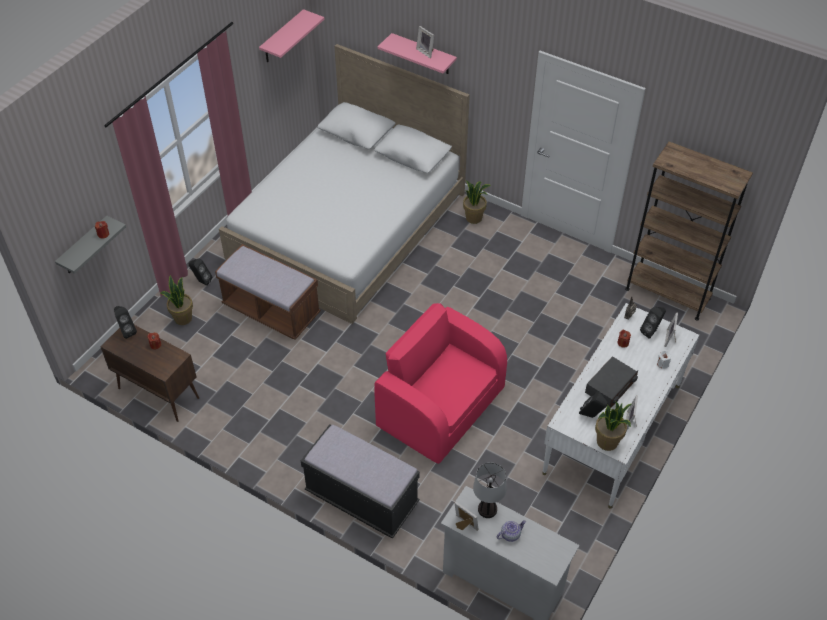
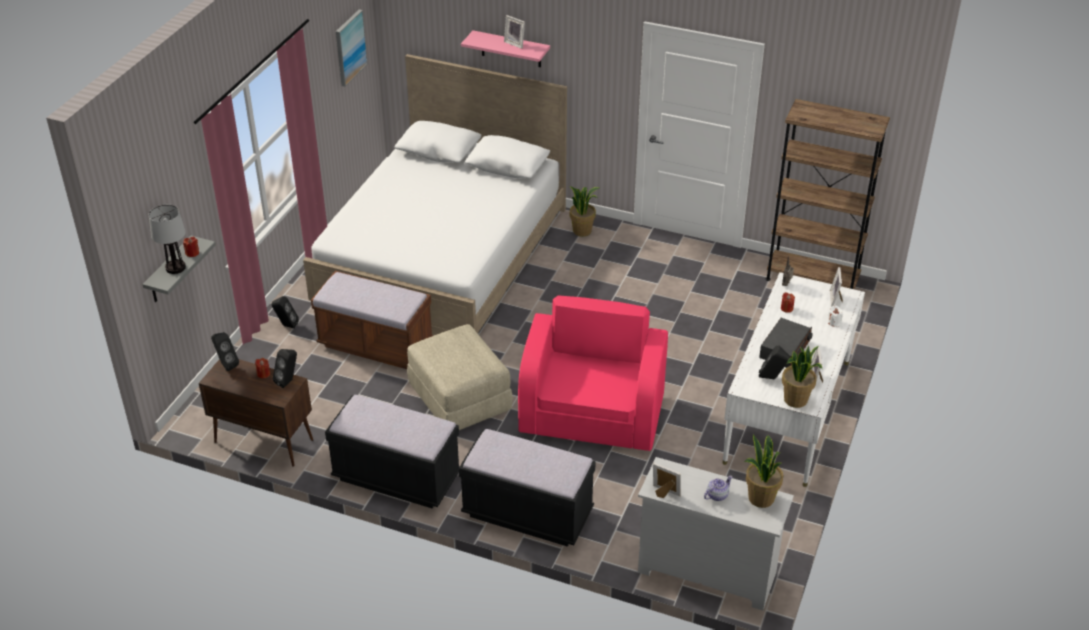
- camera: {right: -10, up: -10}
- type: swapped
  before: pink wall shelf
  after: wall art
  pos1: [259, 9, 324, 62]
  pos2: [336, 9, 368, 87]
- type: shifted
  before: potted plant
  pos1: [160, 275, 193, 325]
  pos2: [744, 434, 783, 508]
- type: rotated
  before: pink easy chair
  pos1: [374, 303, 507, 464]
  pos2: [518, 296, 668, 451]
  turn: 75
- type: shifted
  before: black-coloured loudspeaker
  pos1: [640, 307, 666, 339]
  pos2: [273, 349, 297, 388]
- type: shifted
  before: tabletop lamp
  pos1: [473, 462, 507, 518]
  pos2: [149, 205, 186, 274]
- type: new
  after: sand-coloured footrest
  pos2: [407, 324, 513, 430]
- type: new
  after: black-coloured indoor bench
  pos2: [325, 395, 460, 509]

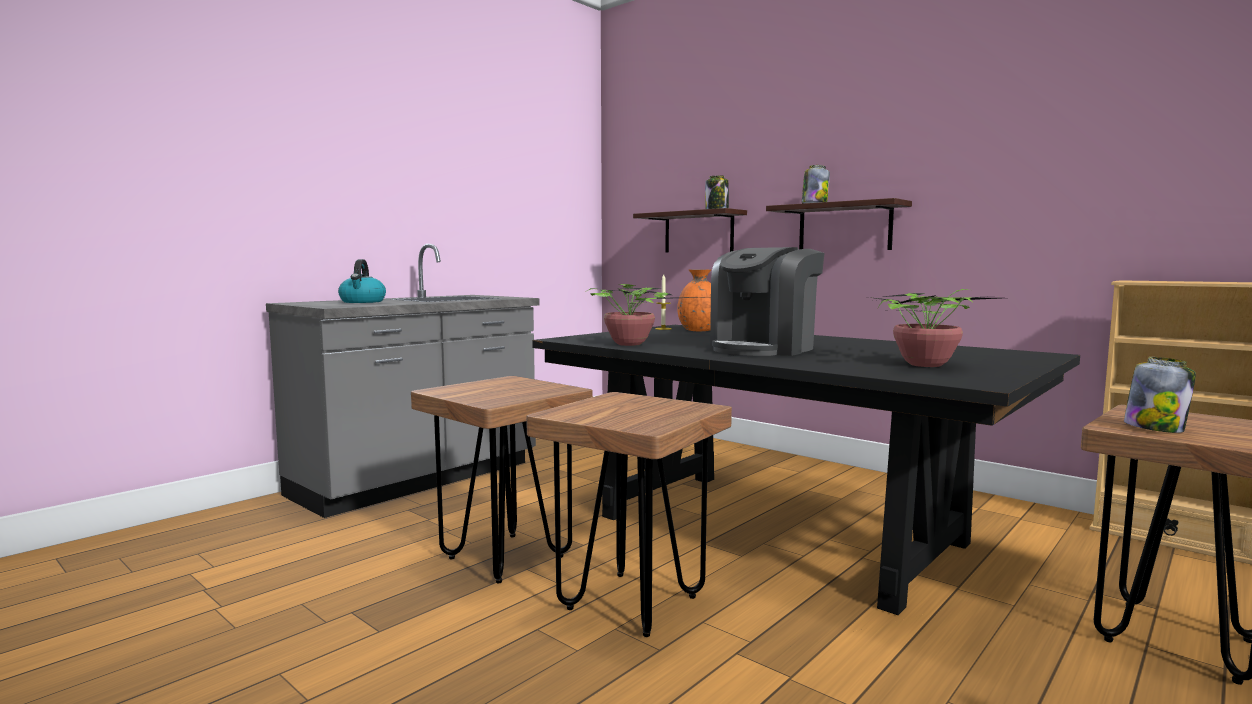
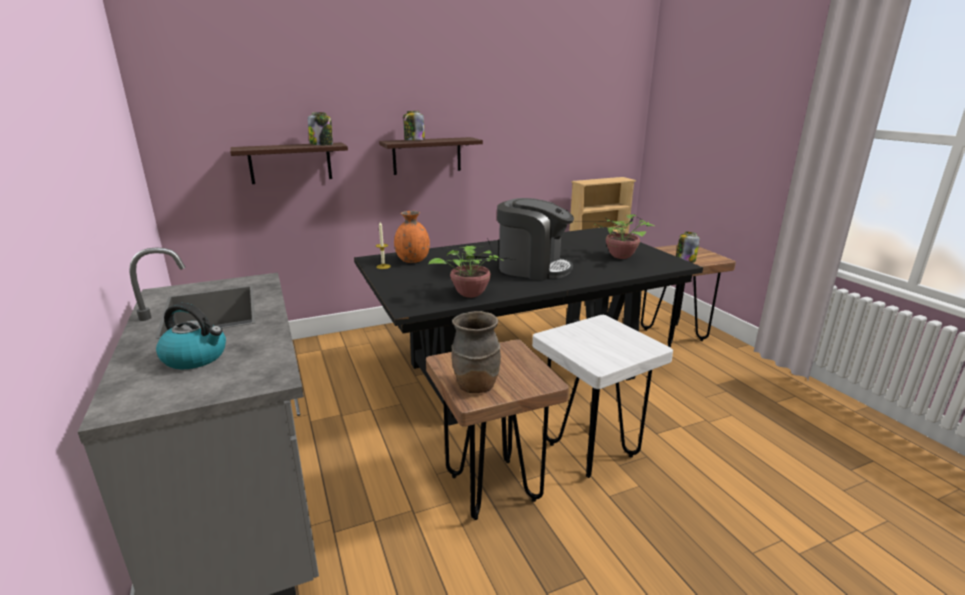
- camera: {right: -65, up: 15}
- type: rotated
  before: coffee maker
  pos1: [710, 247, 825, 356]
  pos2: [497, 198, 574, 280]
  turn: -45
- type: repainted
  before: brownish stool seat
  after: whitish stool seat
  pos1: [526, 392, 732, 637]
  pos2: [532, 315, 673, 478]
- type: new
  after: brownish decorative vase
  pos2: [451, 311, 501, 393]

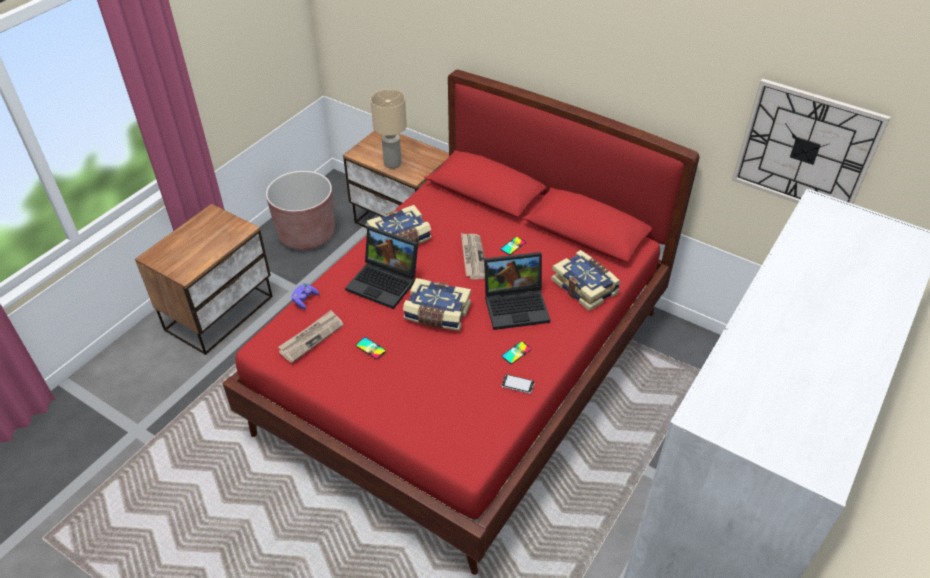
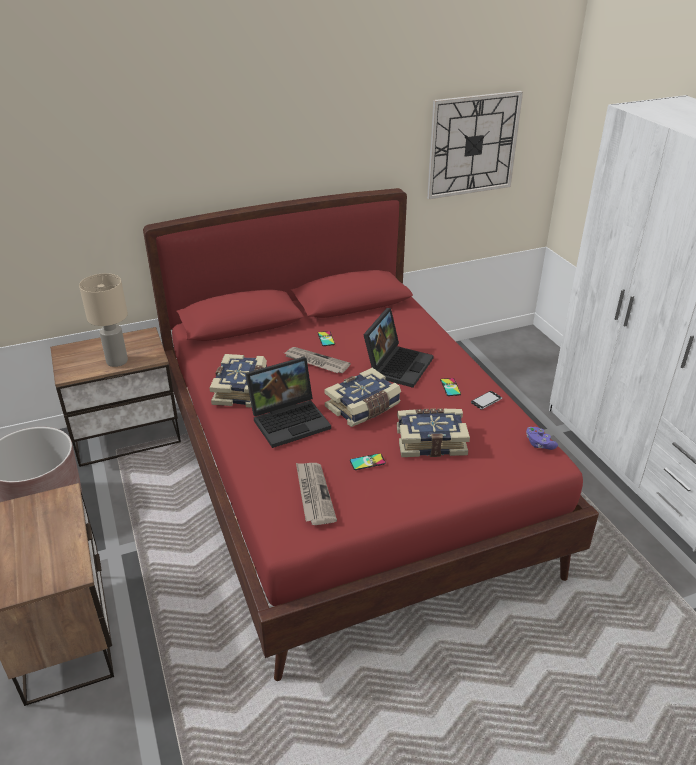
- camera: {right: -55, up: -10}
- type: shifted
  before: volume
  pos1: [551, 250, 621, 311]
  pos2: [397, 409, 470, 457]
- type: shifted
  before: purplish joypad
  pos1: [291, 283, 319, 309]
  pos2: [526, 427, 558, 450]

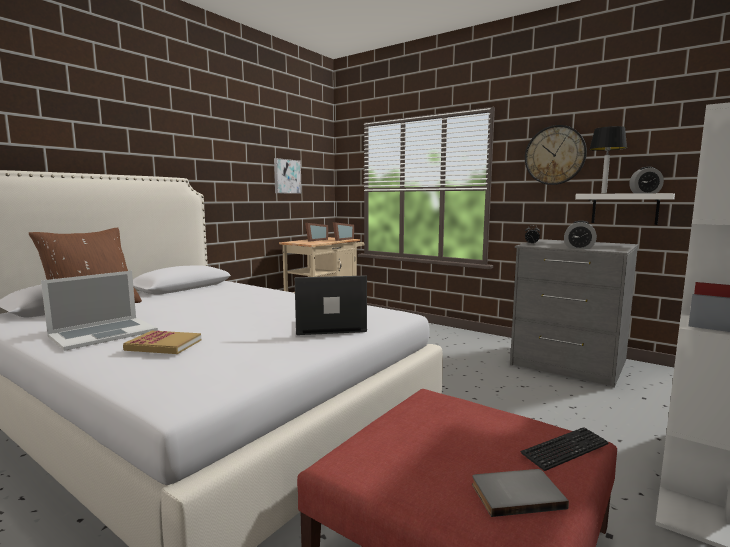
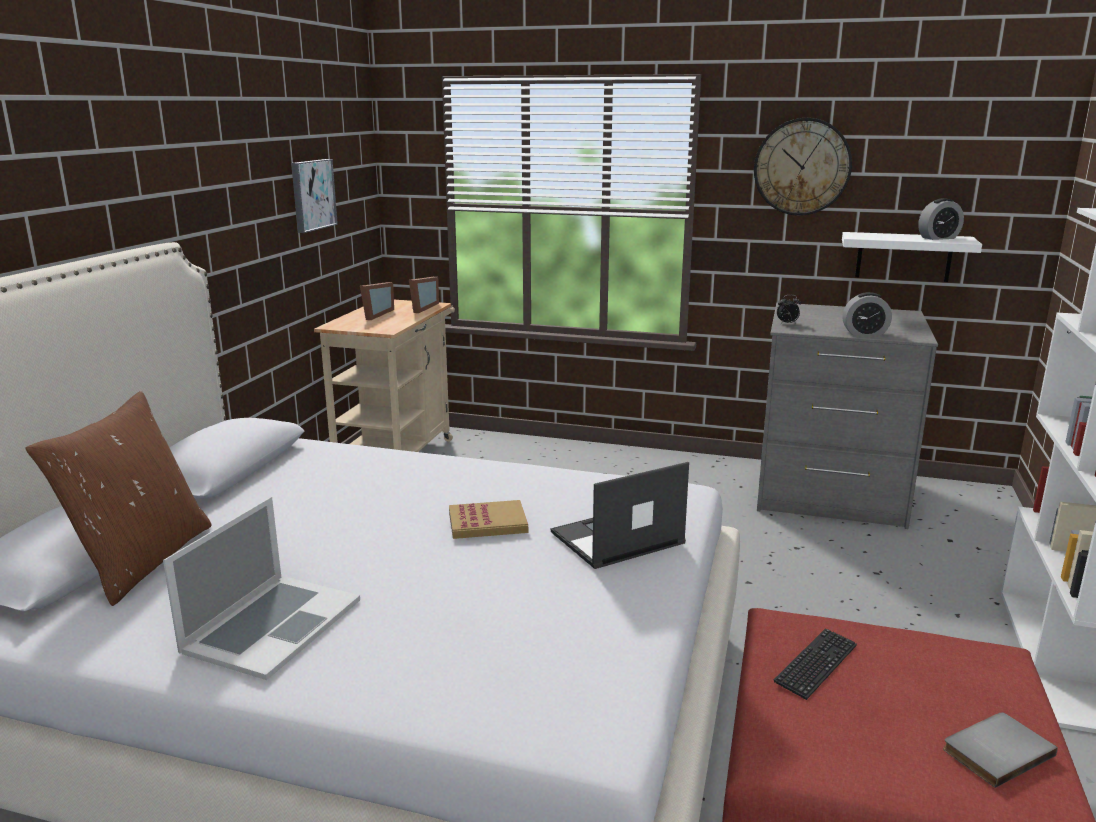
- camera: {right: -20, up: 10}
- type: gone
  before: tabletop lamp
  pos1: [589, 126, 627, 194]
- type: shifted
  before: volume
  pos1: [123, 331, 201, 354]
  pos2: [449, 500, 528, 539]
- type: shifted
  before: computer keyboard
  pos1: [521, 427, 609, 471]
  pos2: [773, 628, 857, 700]

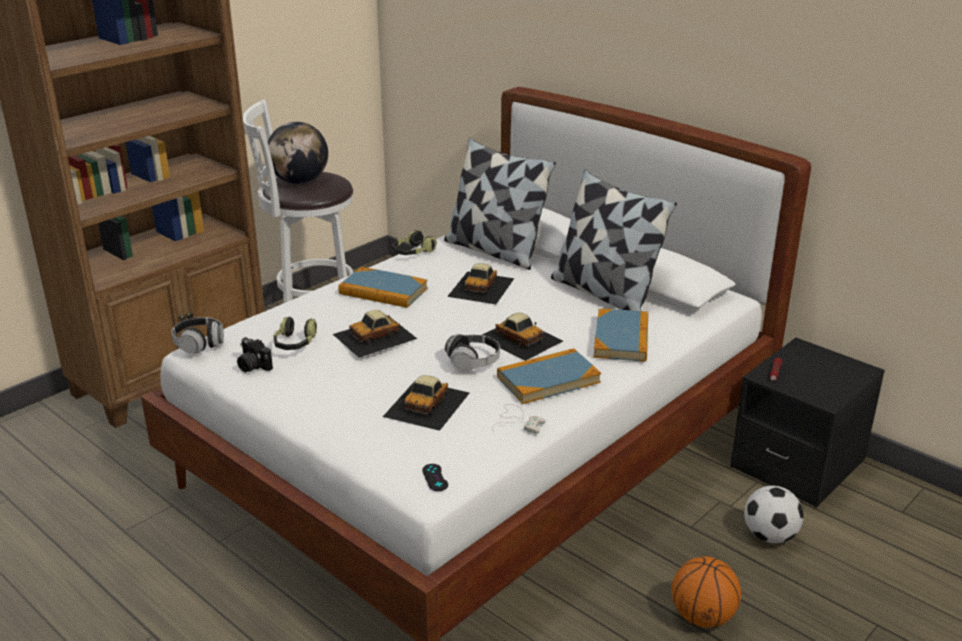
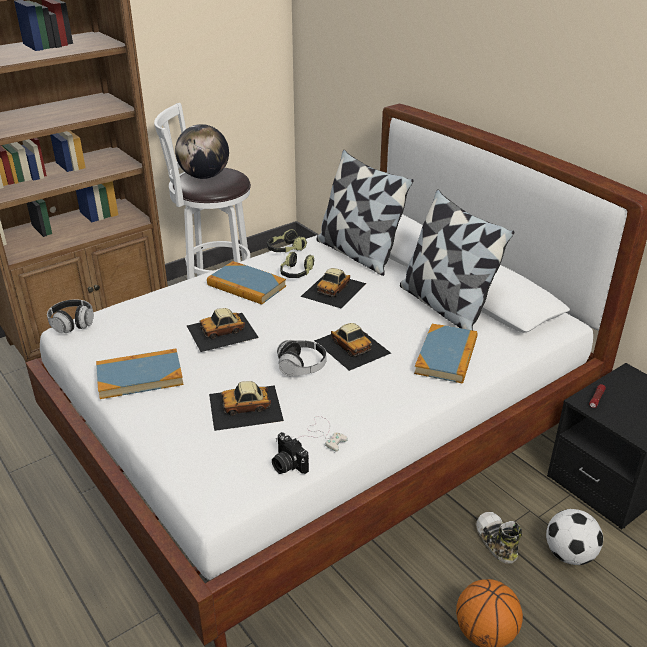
- camera: {right: 10, up: 5}
- type: shifted
  before: pair of headphones
  pos1: [274, 317, 317, 350]
  pos2: [280, 252, 314, 278]
- type: shifted
  before: still camera
  pos1: [237, 337, 273, 373]
  pos2: [272, 432, 309, 474]
- type: shifted
  before: volume
  pos1: [497, 348, 601, 404]
  pos2: [96, 349, 184, 399]
- type: rotated
  before: toy car
  pos1: [383, 375, 469, 431]
  pos2: [209, 381, 284, 431]
  turn: 45
- type: gone
  before: black-coloured joypad
  pos1: [422, 464, 448, 491]
- type: new
  after: shoe
  pos2: [476, 512, 522, 564]

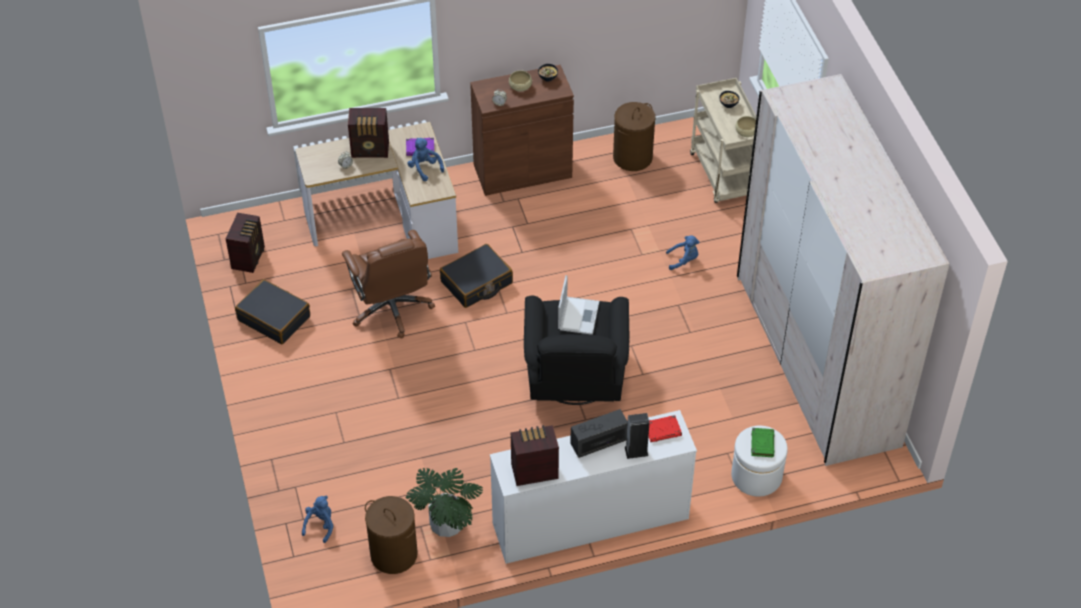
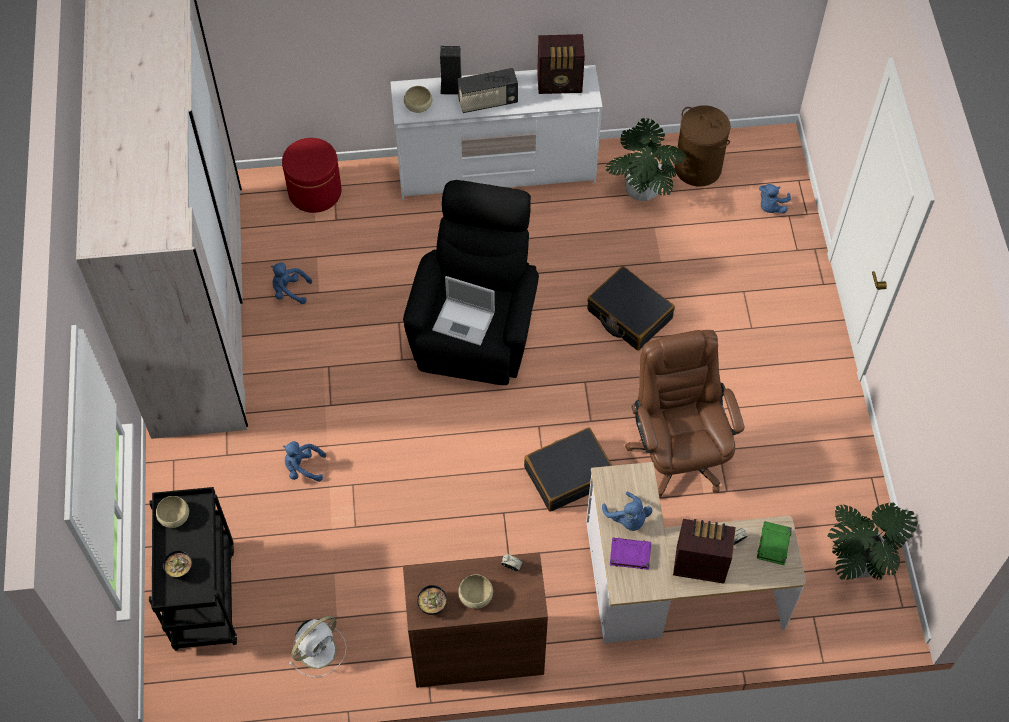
- camera: {right: -170, up: 10}
- type: repainted
  before: sand-coloured cart
  after: black-coloured cart
  pos1: [690, 78, 757, 203]
  pos2: [149, 487, 237, 651]
- type: swapped
  before: brownish laundry basket
  after: whitish cooling fan
  pos1: [613, 102, 656, 171]
  pos2: [288, 615, 347, 677]
- type: swapped
  before: radio set
  after: potted plant
  pos1: [226, 213, 265, 273]
  pos2: [827, 502, 918, 580]
- type: rotated
  before: portable computer
  pos1: [558, 275, 599, 335]
  pos2: [432, 276, 495, 345]
  turn: -90
- type: shifted
  before: black-coloured piece of luggage
  pos1: [235, 279, 310, 344]
  pos2: [587, 266, 675, 350]
- type: swapped
  before: red-coloured volume
  after: sand-coloured deep dish
  pos1: [649, 415, 682, 442]
  pos2: [404, 86, 432, 113]
- type: repainted
  before: whitish footrest
  after: red-coloured footrest
  pos1: [731, 426, 788, 497]
  pos2: [282, 138, 342, 213]
- type: shifted
  before: greenish volume
  pos1: [751, 428, 775, 457]
  pos2: [757, 522, 792, 565]
- type: new
  after: blue-coloured soft toy
  pos2: [271, 262, 312, 304]

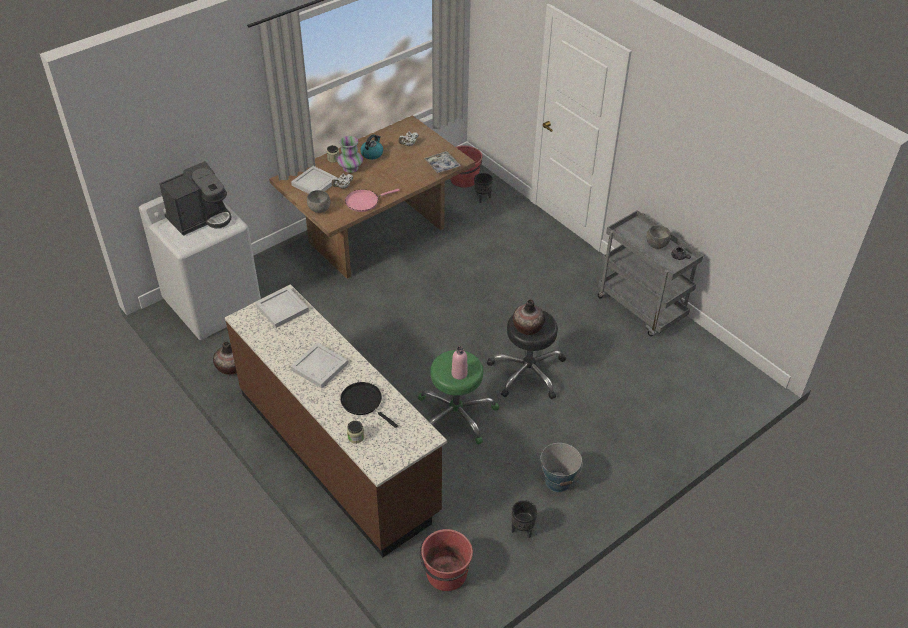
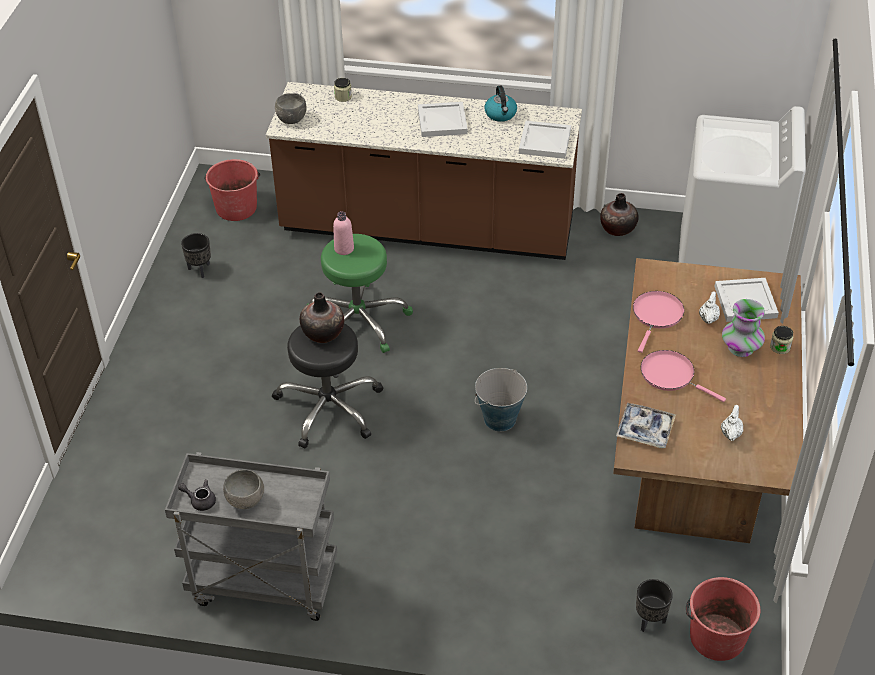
- camera: {right: 140, up: 0}
- type: shifted
  before: kettle
  pos1: [360, 134, 383, 160]
  pos2: [484, 85, 517, 122]
- type: gone
  before: coffee maker
  pos1: [159, 161, 231, 235]
- type: shifted
  before: gray deep dish
  pos1: [307, 190, 330, 213]
  pos2: [275, 93, 306, 124]
- type: gone
  before: black-coloured pan
  pos1: [340, 382, 398, 428]
- type: shifted
  before: water bucket
  pos1: [541, 443, 583, 492]
  pos2: [475, 368, 527, 431]
- type: new
  after: pink pan
  pos2: [641, 350, 726, 402]

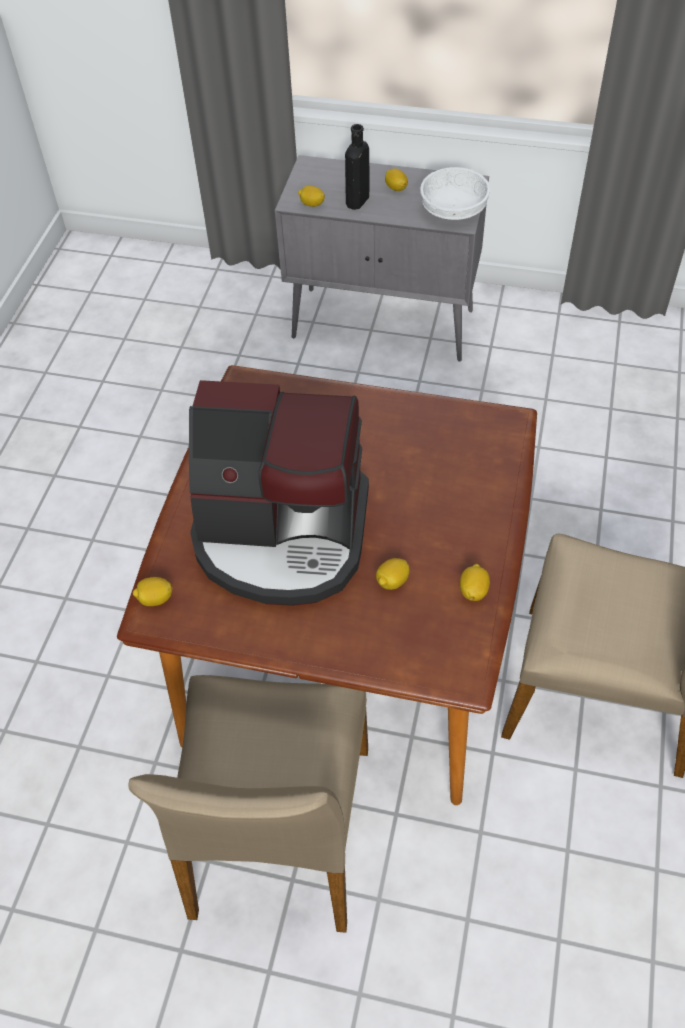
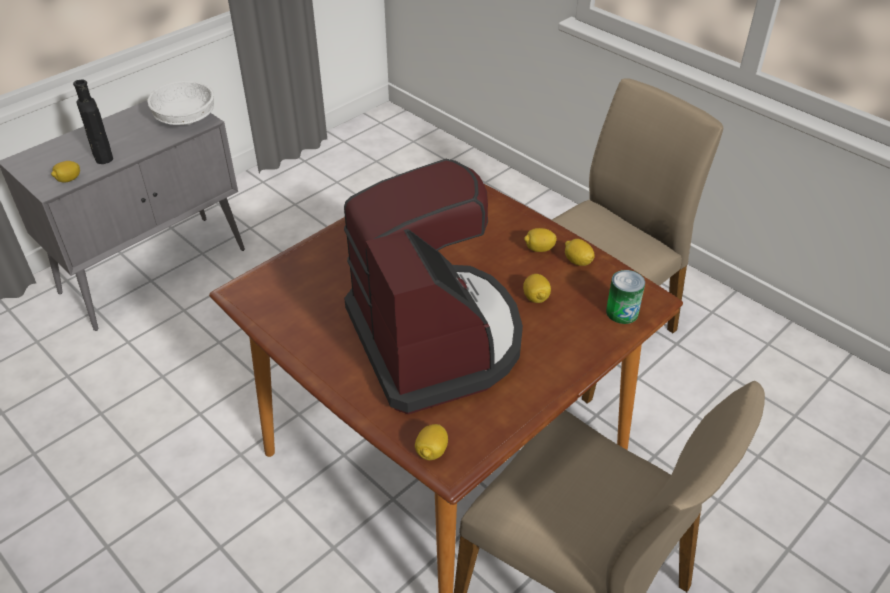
- camera: {right: -60, up: -10}
- type: shifted
  before: citrus fruit
  pos1: [385, 168, 408, 191]
  pos2: [524, 228, 557, 252]
- type: rotated
  before: coffee maker
  pos1: [189, 380, 369, 606]
  pos2: [344, 159, 523, 414]
  turn: -60
- type: new
  after: sealed can
  pos2: [606, 270, 645, 324]

